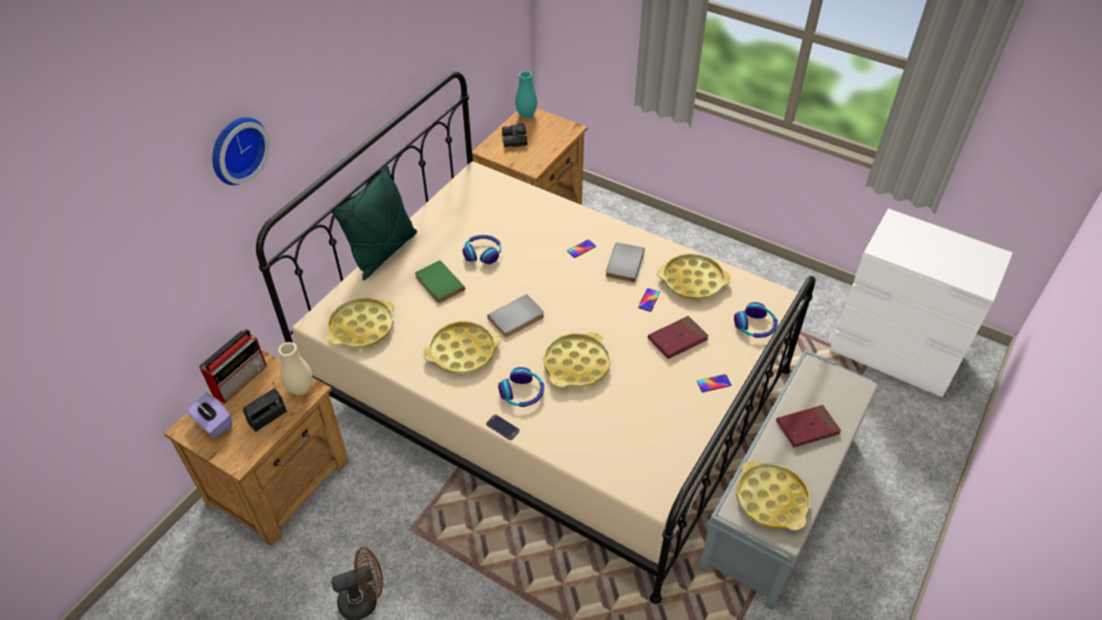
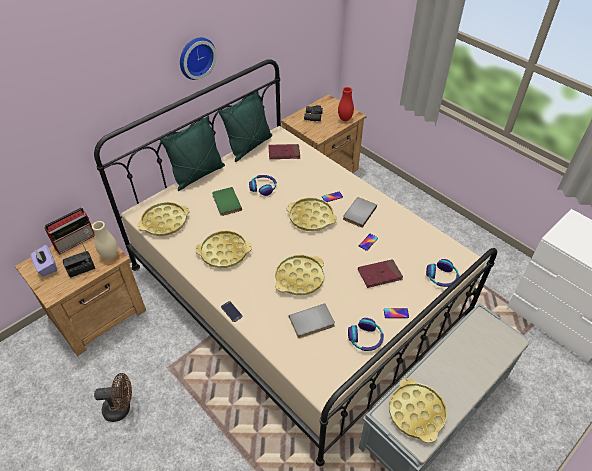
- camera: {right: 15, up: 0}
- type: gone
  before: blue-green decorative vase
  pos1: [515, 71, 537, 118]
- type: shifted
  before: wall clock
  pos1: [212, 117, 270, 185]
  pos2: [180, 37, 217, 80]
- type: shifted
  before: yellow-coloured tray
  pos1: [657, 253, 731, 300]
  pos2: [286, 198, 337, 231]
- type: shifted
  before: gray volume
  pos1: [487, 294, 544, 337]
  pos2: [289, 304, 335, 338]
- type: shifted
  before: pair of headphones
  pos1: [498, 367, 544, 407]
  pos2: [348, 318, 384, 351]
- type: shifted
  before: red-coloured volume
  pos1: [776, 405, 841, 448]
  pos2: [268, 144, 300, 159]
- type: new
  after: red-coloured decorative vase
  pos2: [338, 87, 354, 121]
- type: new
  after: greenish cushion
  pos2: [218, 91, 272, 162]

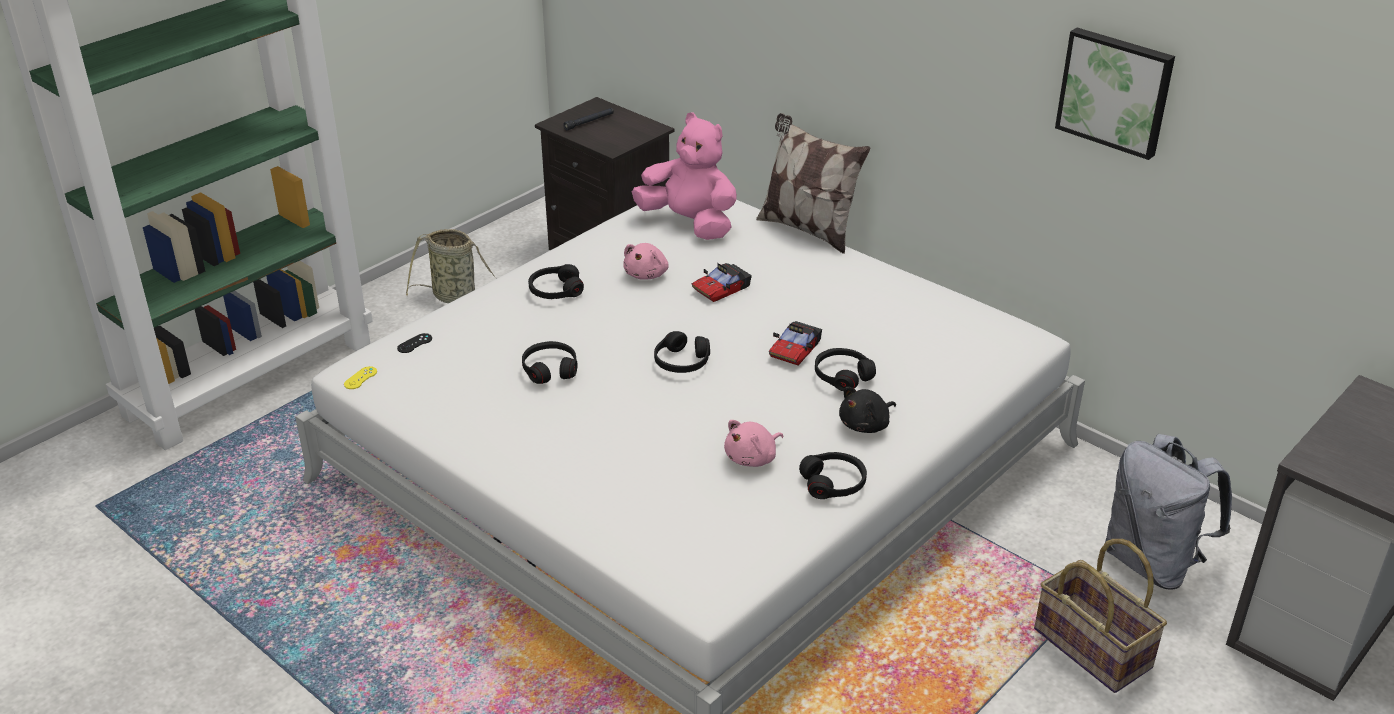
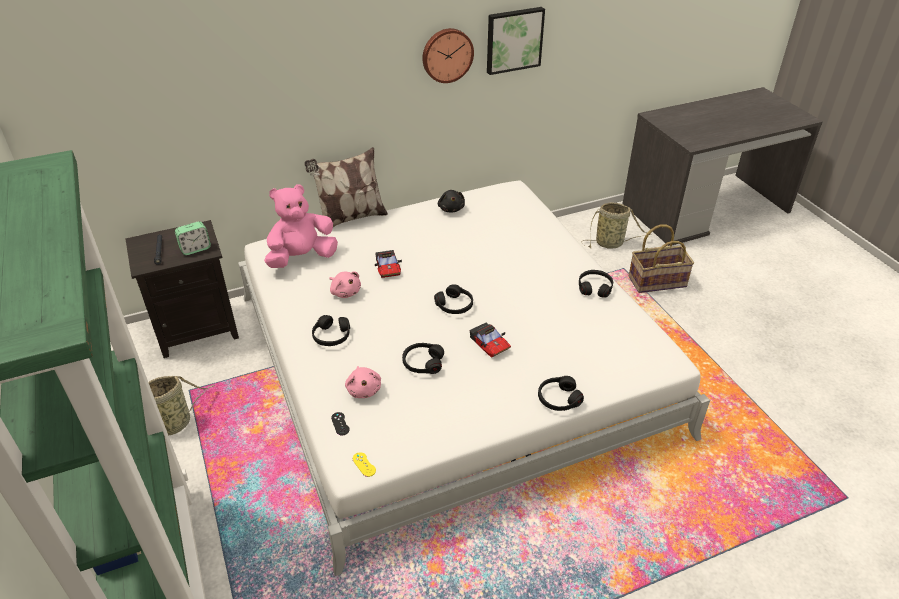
- camera: {right: -65, up: 5}
- type: shifted
  before: toy car
  pos1: [769, 321, 822, 365]
  pos2: [469, 323, 511, 358]
- type: shifted
  before: black-coloured pair of headphones
  pos1: [815, 348, 876, 391]
  pos2: [538, 376, 584, 411]
- type: shifted
  before: black-coloured soft toy
  pos1: [839, 387, 896, 433]
  pos2: [438, 190, 465, 213]
- type: shifted
  before: pink soft toy
  pos1: [724, 420, 784, 467]
  pos2: [345, 366, 381, 398]
- type: swapped
  before: gray knapsack
  after: basket
  pos1: [1105, 434, 1232, 590]
  pos2: [581, 202, 652, 249]
- type: new
  after: wall clock
  pos2: [422, 28, 474, 83]
- type: new
  after: bedside clock
  pos2: [175, 221, 211, 255]

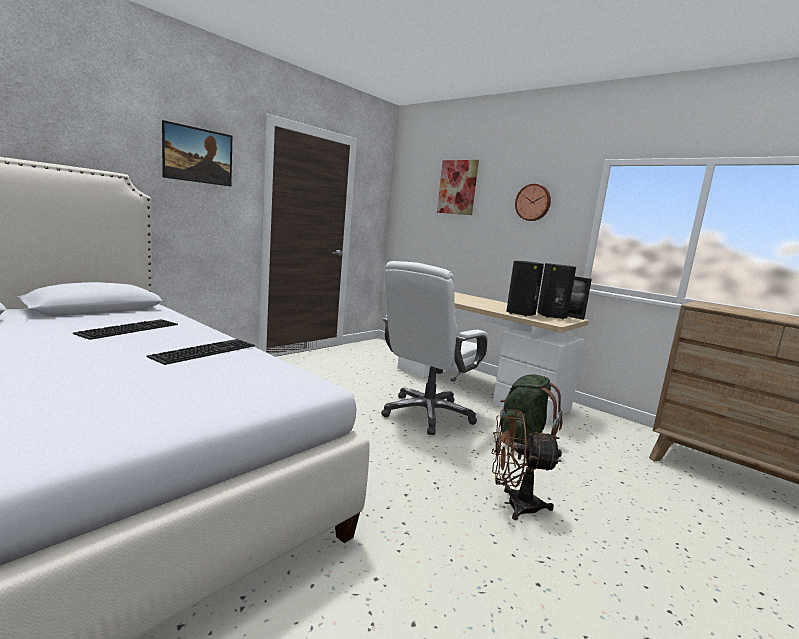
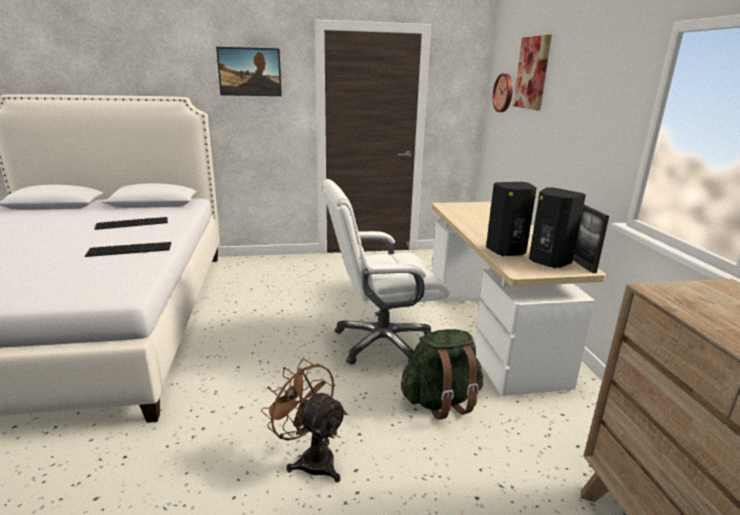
- camera: {right: 40, up: 10}
- type: shifted
  before: wall clock
  pos1: [515, 184, 551, 221]
  pos2: [493, 74, 513, 112]

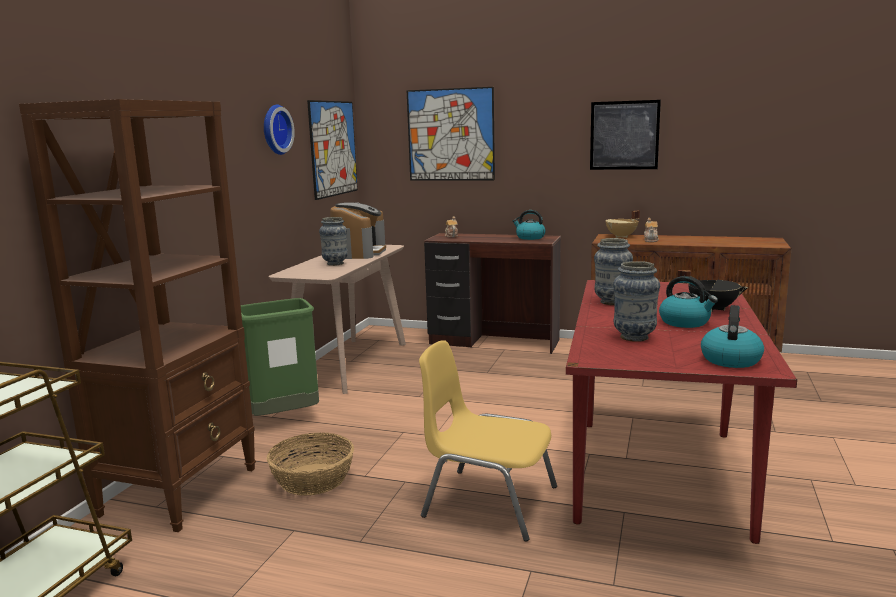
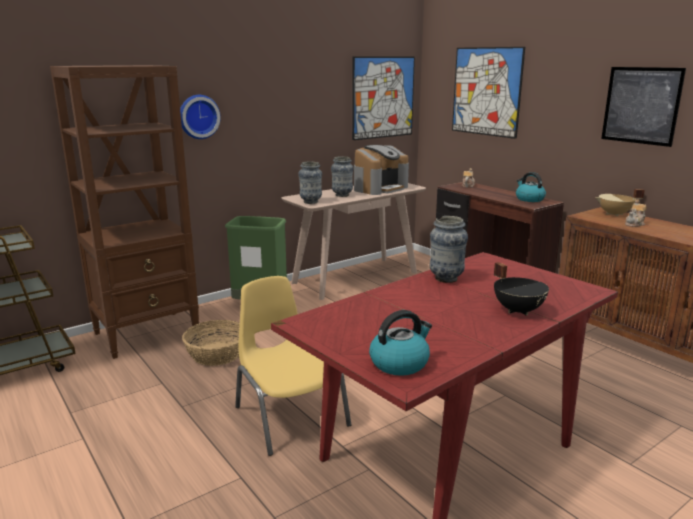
- camera: {right: 35, up: 5}
- type: shifted
  before: wall clock
  pos1: [264, 105, 295, 155]
  pos2: [180, 95, 221, 139]
- type: shifted
  before: decorative vase
  pos1: [613, 261, 660, 342]
  pos2: [299, 161, 322, 204]
- type: gone
  before: kettle
  pos1: [659, 276, 718, 328]

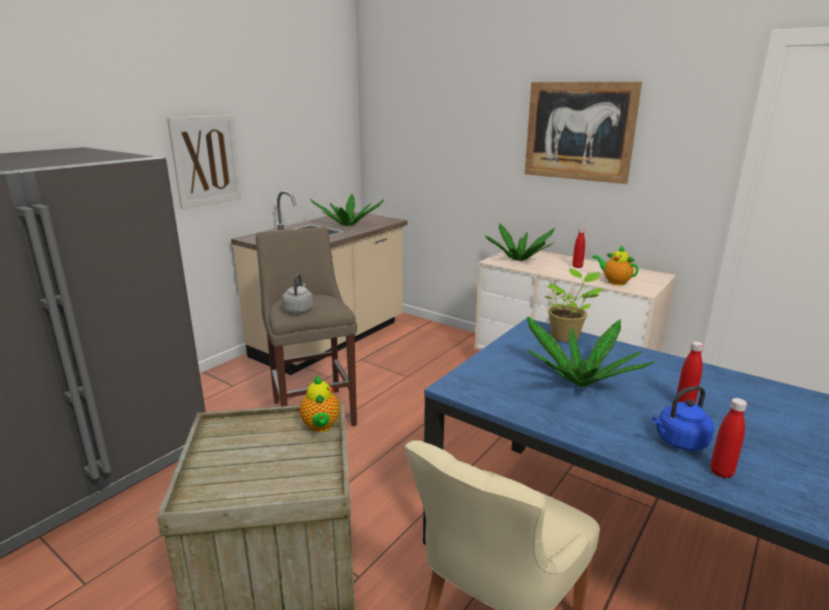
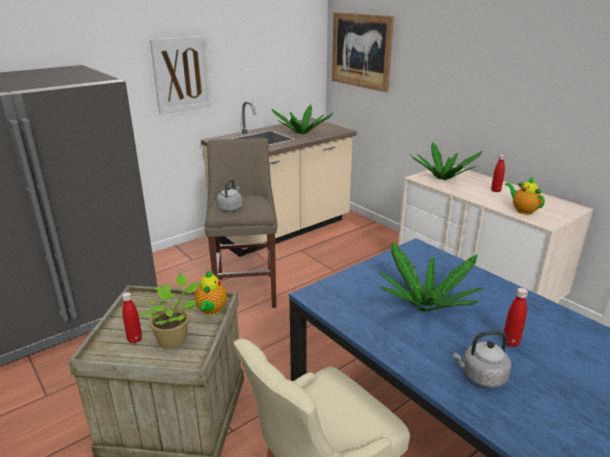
- camera: {right: 15, up: 5}
- type: shifted
  before: wall art
  pos1: [525, 82, 642, 184]
  pos2: [332, 12, 394, 92]
- type: shifted
  before: potted plant
  pos1: [543, 269, 604, 342]
  pos2: [138, 274, 200, 349]
- type: repainted
  before: blue-coloured kettle
  after: gray kettle
  pos1: [652, 386, 714, 451]
  pos2: [452, 331, 511, 388]
- type: shifted
  before: red-coloured bottle
  pos1: [710, 398, 747, 478]
  pos2: [122, 292, 142, 344]

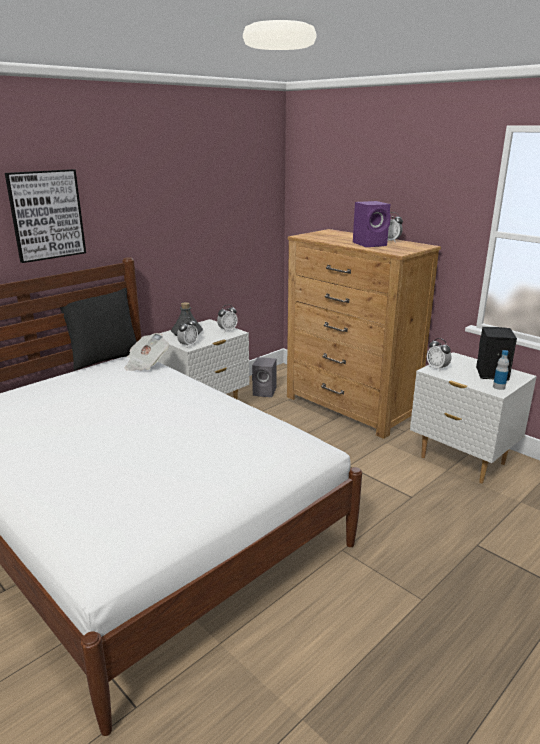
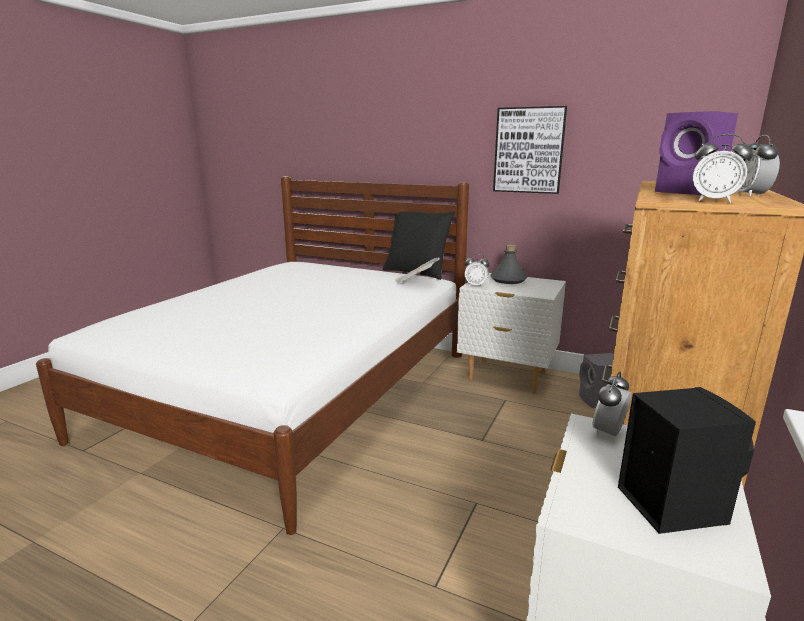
- camera: {right: 70, up: -5}
- type: shifted
  before: wall art
  pos1: [5, 169, 86, 263]
  pos2: [493, 106, 567, 194]
- type: shifted
  before: bedside clock
  pos1: [217, 305, 238, 331]
  pos2: [693, 134, 753, 203]
- type: gone
  before: bottle
  pos1: [493, 350, 509, 390]

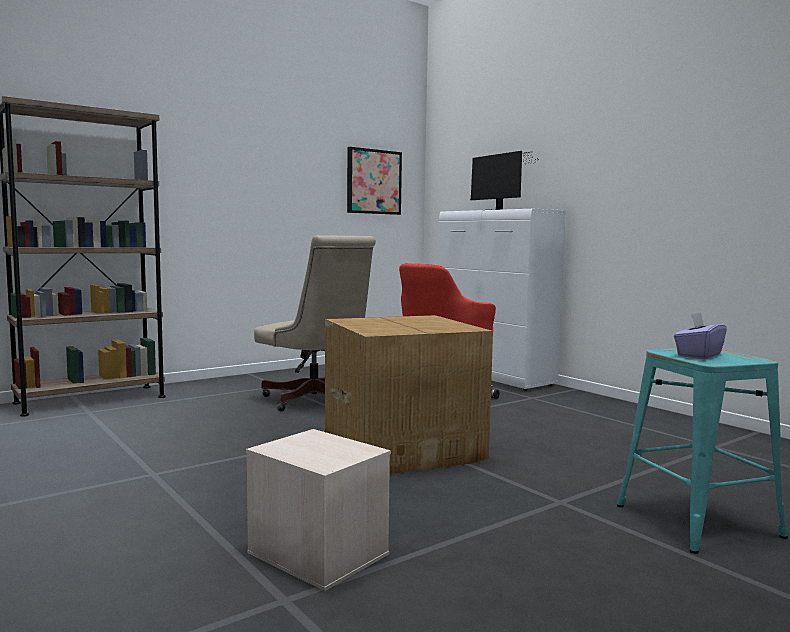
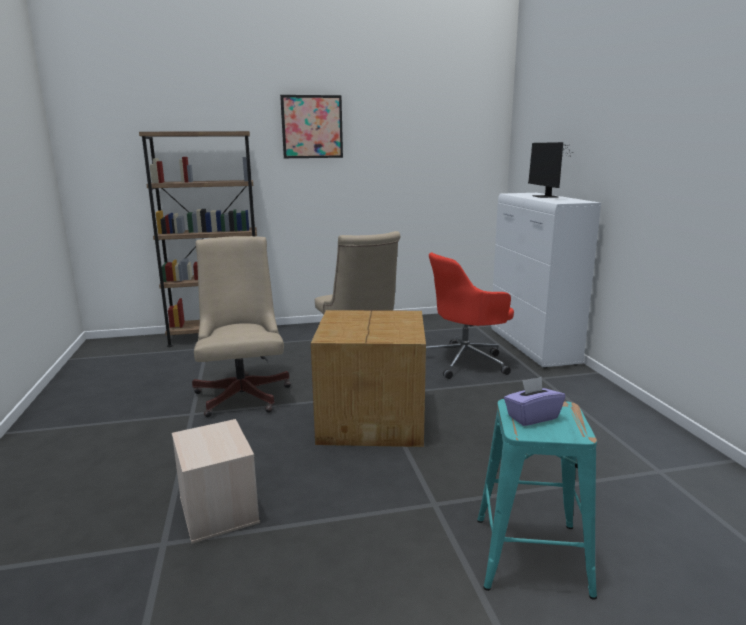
- camera: {right: 25, up: 10}
- type: shifted
  before: wall art
  pos1: [347, 147, 402, 215]
  pos2: [280, 95, 343, 158]
- type: new
  after: sand-coloured desk chair
  pos2: [192, 236, 291, 417]

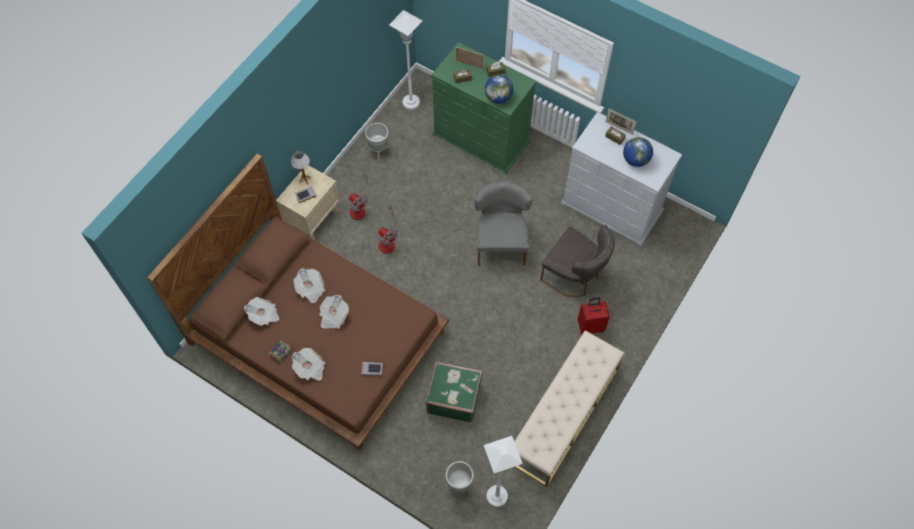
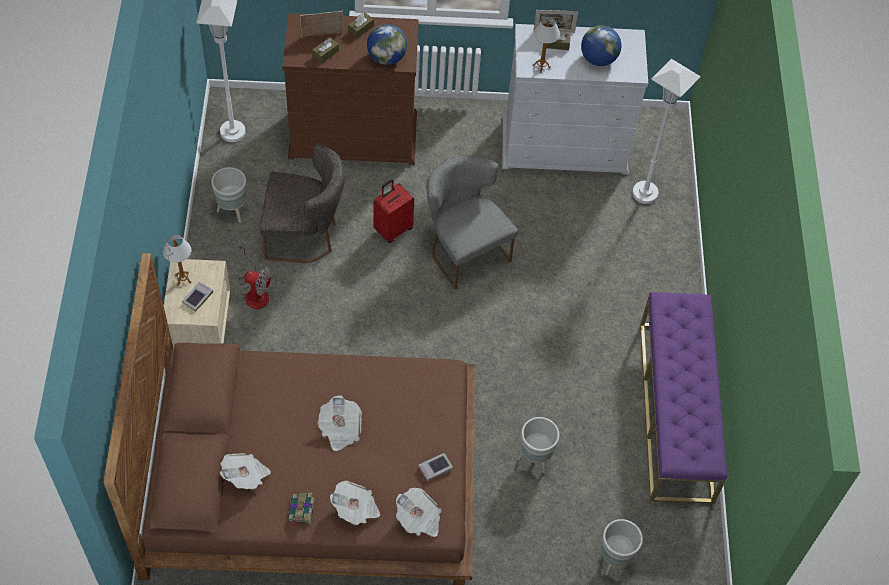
- camera: {right: -35, up: -5}
- type: repainted
  before: greenish drawer chest
  after: brownish drawer chest
  pos1: [431, 42, 536, 174]
  pos2: [282, 13, 419, 165]
- type: gone
  before: cooling fan
  pos1: [378, 205, 398, 254]
- type: shifted
  before: gray chair
  pos1: [540, 225, 615, 297]
  pos2: [260, 143, 345, 263]
- type: shifted
  before: daily paper
  pos1: [293, 268, 326, 303]
  pos2: [396, 488, 441, 537]
- type: shifted
  before: red-coloured piece of luggage
  pos1: [578, 297, 610, 335]
  pos2: [373, 179, 414, 243]
- type: repainted
  before: sand-coloured indoor bench
  after: purplish indoor bench
  pos1: [514, 331, 624, 487]
  pos2: [640, 292, 727, 504]
- type: swapped
  before: greenish piece of luggage
  after: gray plant pot
  pos1: [425, 361, 482, 422]
  pos2: [517, 417, 560, 473]
- type: shifted
  before: whitish standing lamp
  pos1: [483, 436, 523, 507]
  pos2: [632, 59, 701, 204]
- type: new
  after: tabletop lamp
  pos2: [533, 17, 560, 73]

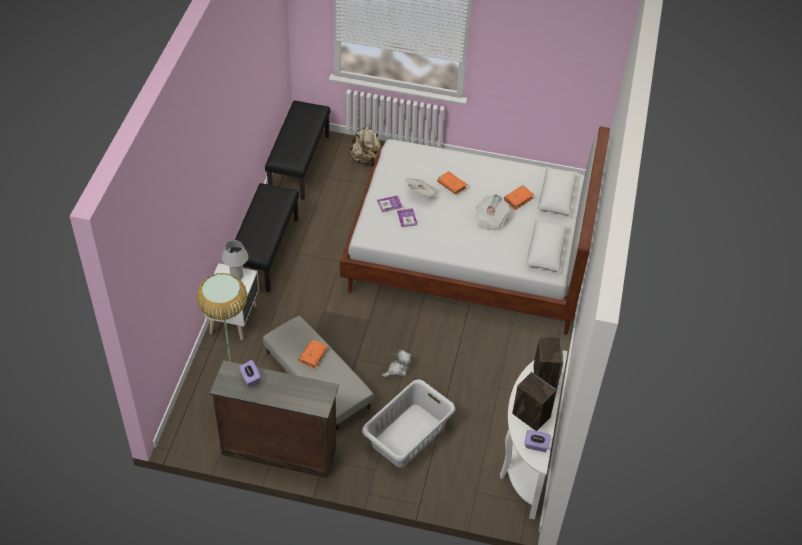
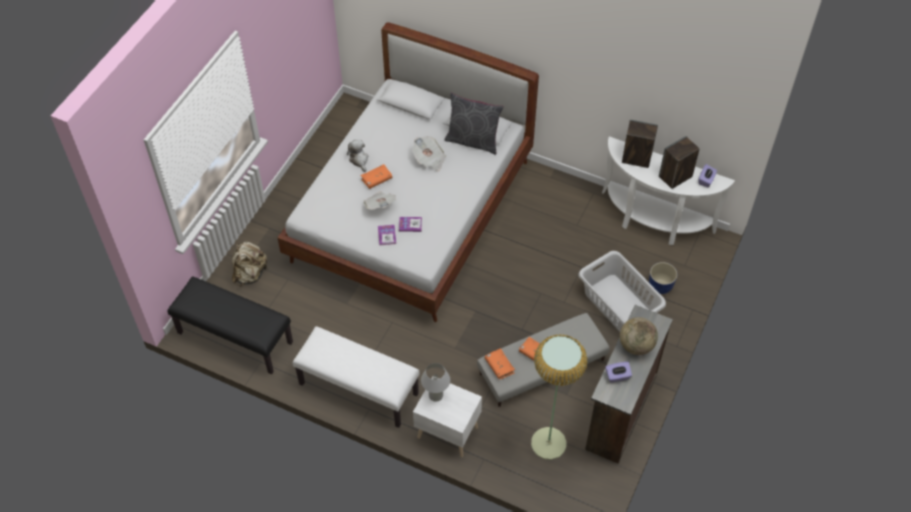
- camera: {right: -75, up: 5}
- type: repainted
  before: black-coloured indoor bench
  after: whitish indoor bench
  pos1: [230, 183, 299, 292]
  pos2: [293, 326, 420, 428]
- type: shifted
  before: orangey volume
  pos1: [504, 185, 534, 210]
  pos2: [485, 348, 515, 379]
- type: shifted
  before: soft toy
  pos1: [382, 350, 411, 378]
  pos2: [347, 140, 369, 172]
- type: new
  after: gray cushion
  pos2: [444, 93, 504, 155]
- type: new
  after: plant pot
  pos2: [649, 262, 678, 294]
- type: new
  after: world globe
  pos2: [620, 317, 658, 355]

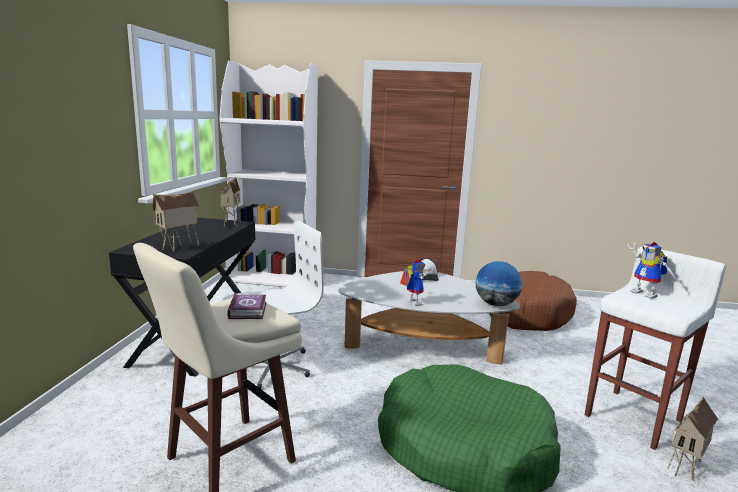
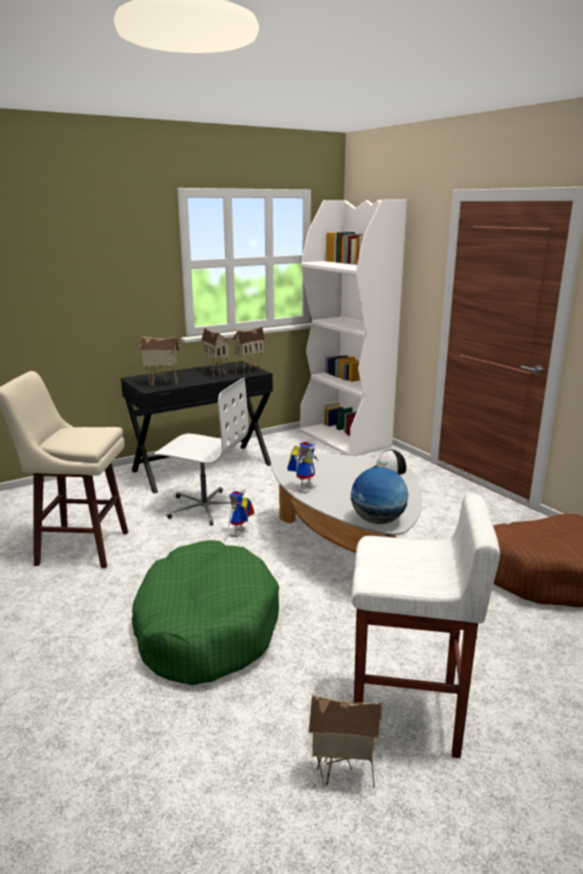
- camera: {right: 50, up: 5}
- type: shifted
  before: toy robot
  pos1: [628, 242, 678, 299]
  pos2: [228, 489, 254, 537]
- type: gone
  before: volume
  pos1: [227, 294, 266, 319]
- type: new
  after: model house
  pos2: [201, 327, 229, 377]

